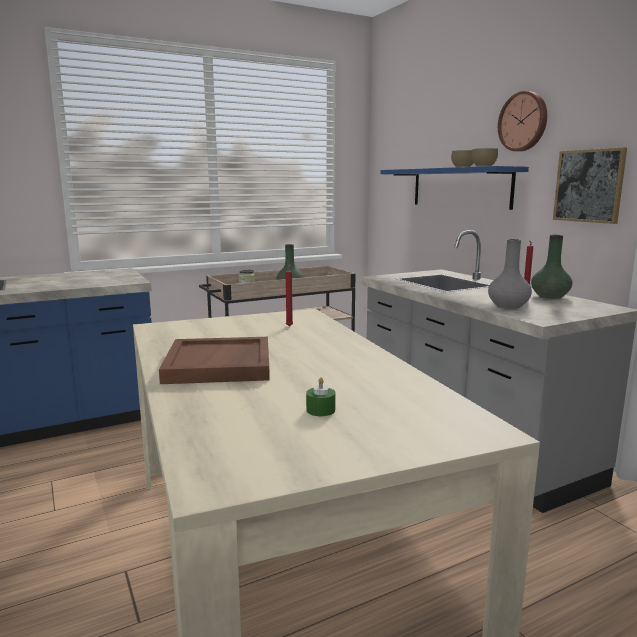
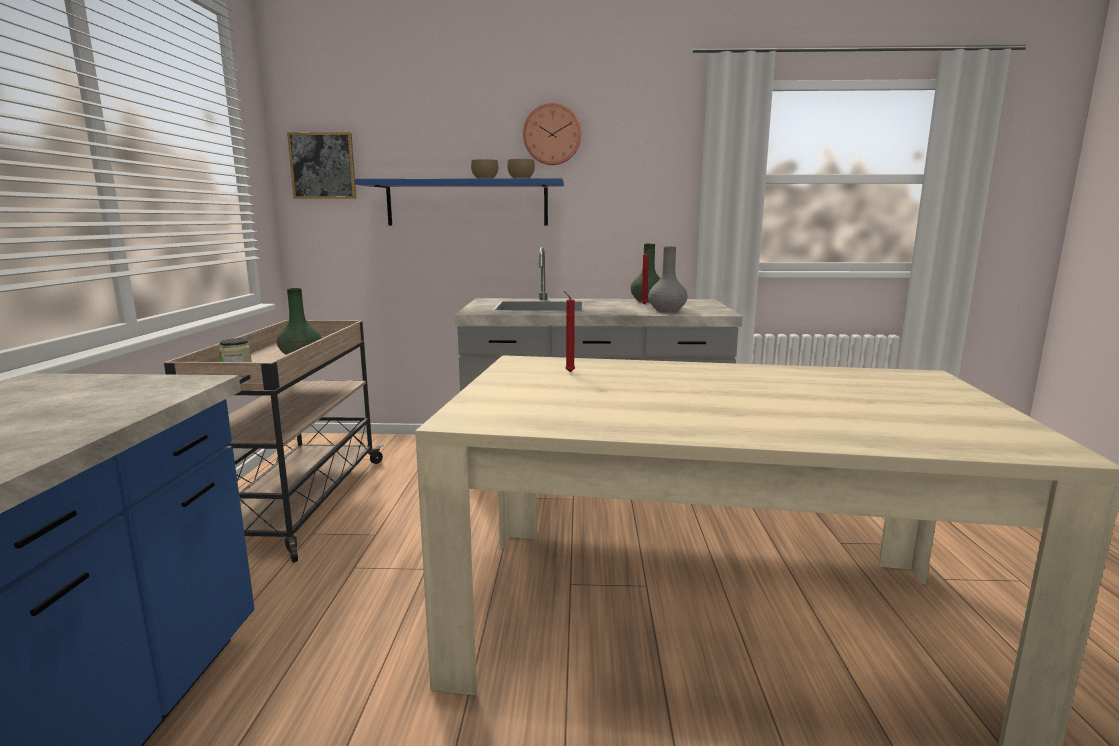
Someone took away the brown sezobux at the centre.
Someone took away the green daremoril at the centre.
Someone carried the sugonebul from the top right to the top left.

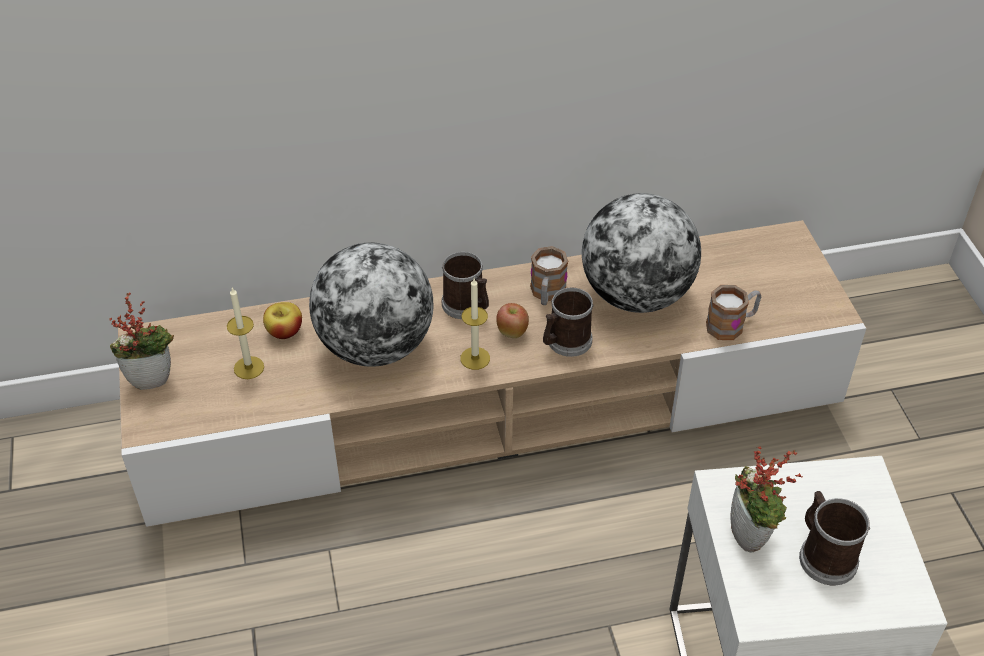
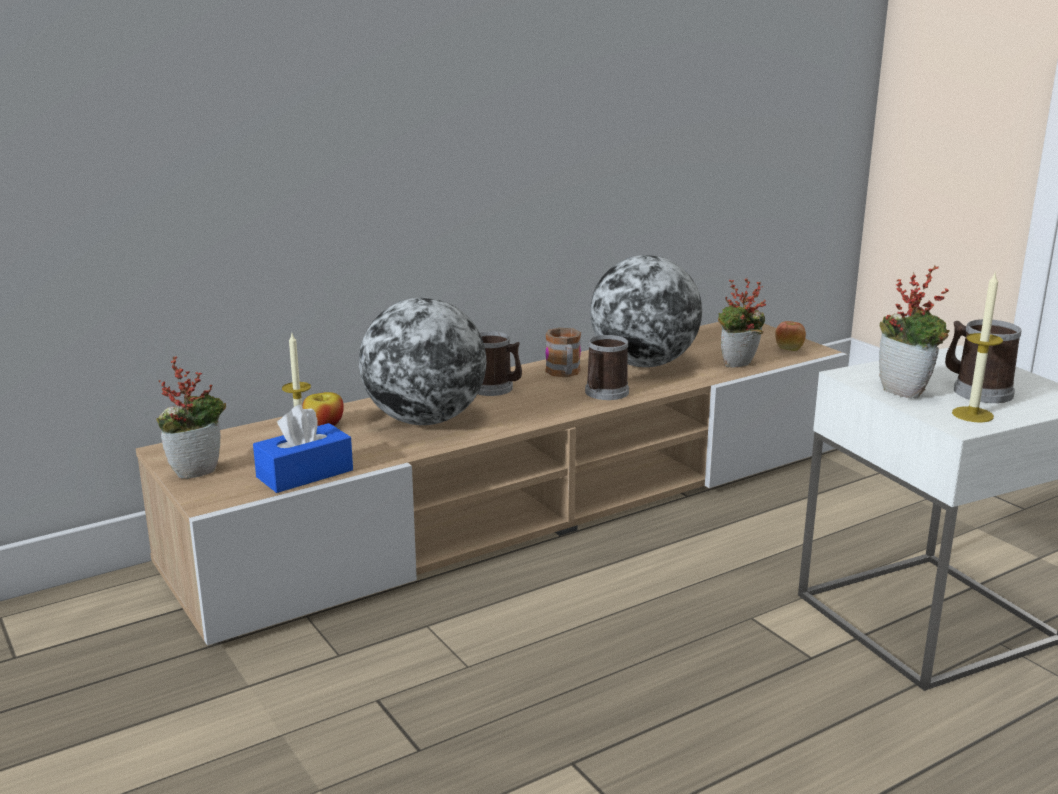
Someone put down the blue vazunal at the middle left.
Someone carried the daremoril (2nd from left) from the centre to the middle right.
Someone carried the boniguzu (2nd from left) from the centre to the middle right.
Someone swapped the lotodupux (4th from left) at the middle right for the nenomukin (2nd from left) at the middle right.

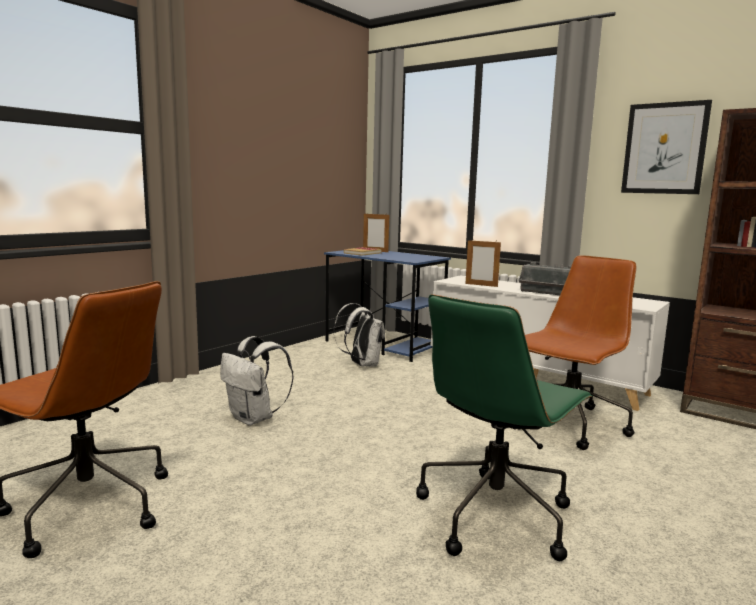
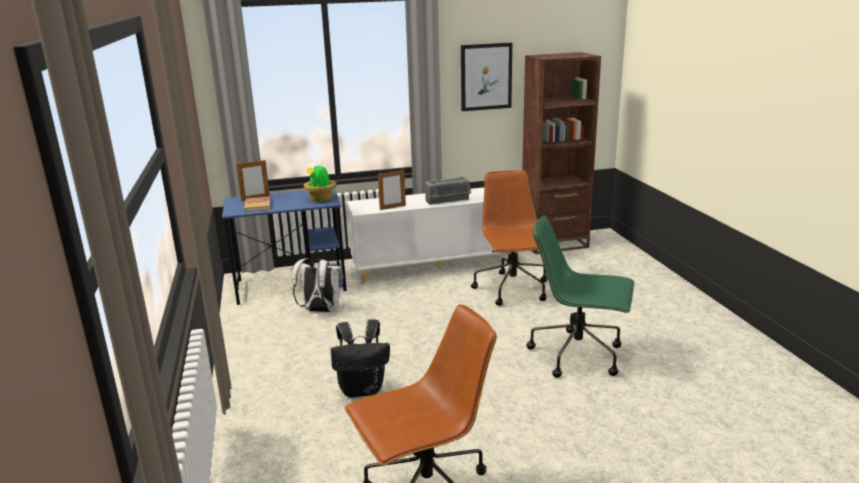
Someone put down the nenomukin at the centre.
Someone repainted the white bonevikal (1st from left) at the centre, which became the black bonevikal at the bottom centre.
Someone rotated the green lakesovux at the bottom right by 120 degrees clockwise.

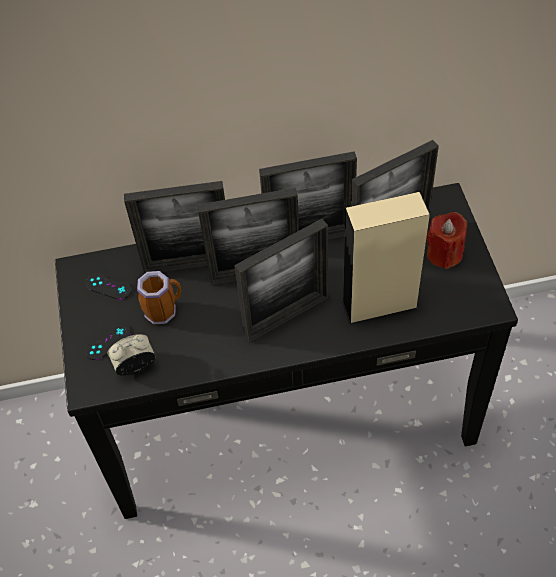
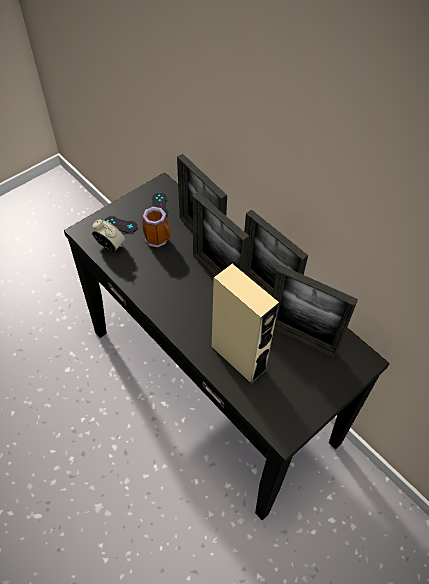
Someone took away the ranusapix (3rd from left) at the centre.
Someone took away the red daremoril at the middle right.

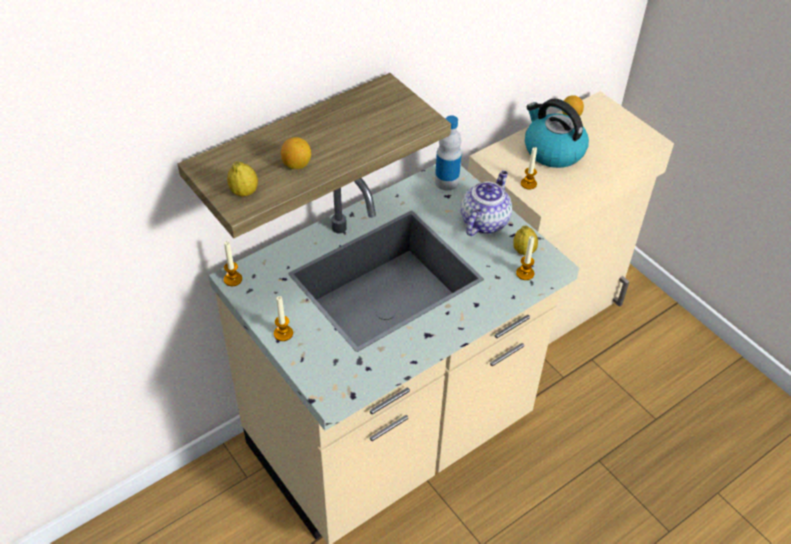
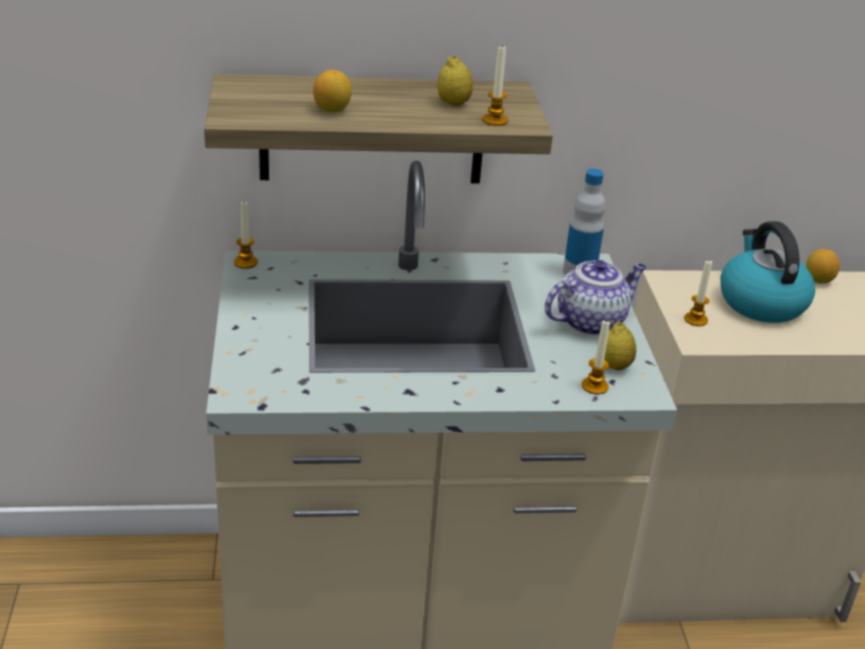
Someone carried the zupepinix (1st from left in the first image) from the top left to the top centre.
Someone carried the daremoril (2nd from left) from the centre to the top centre.

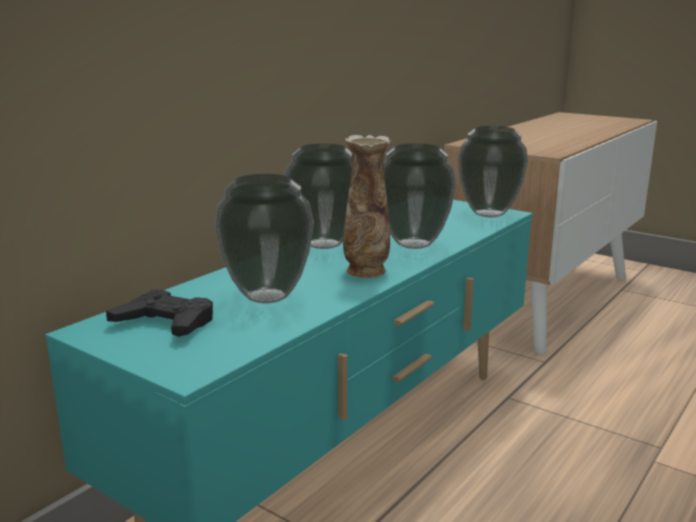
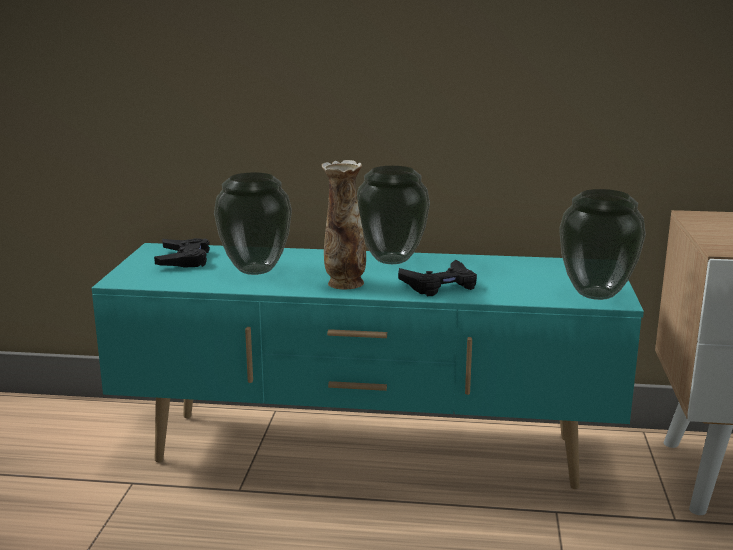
Someone swapped the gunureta (4th from left) at the centre for the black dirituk (2nd from left) at the centre.

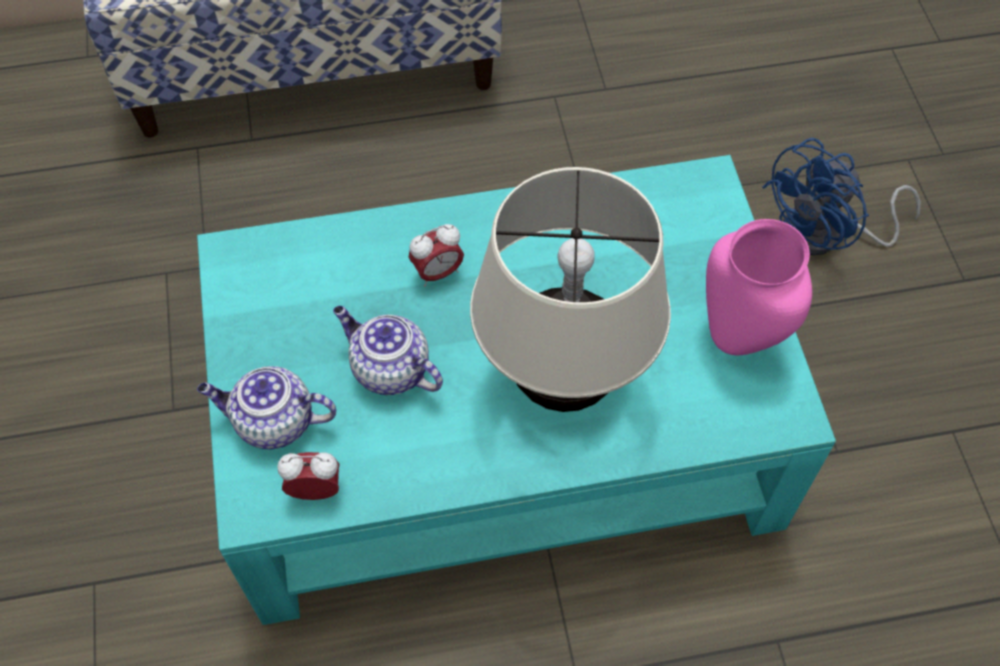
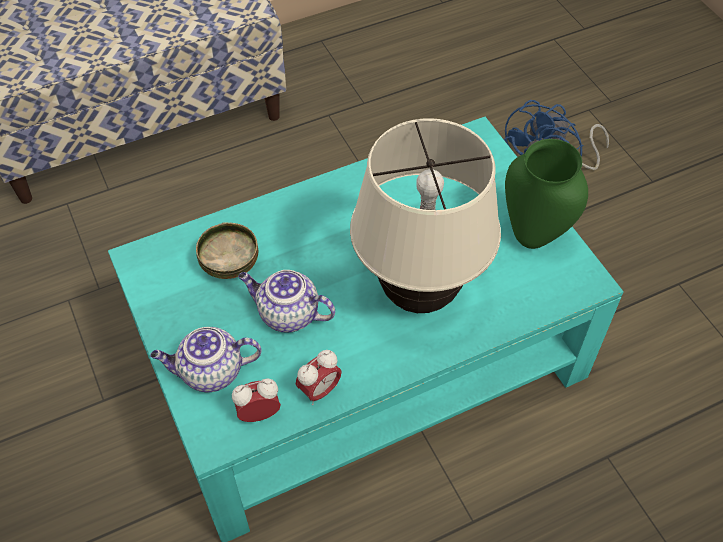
Someone put down the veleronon at the middle left.
Someone carried the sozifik (2nd from left) from the centre to the bottom centre.
Someone repainted the pink gunureta at the middle right, which became the green gunureta at the middle right.

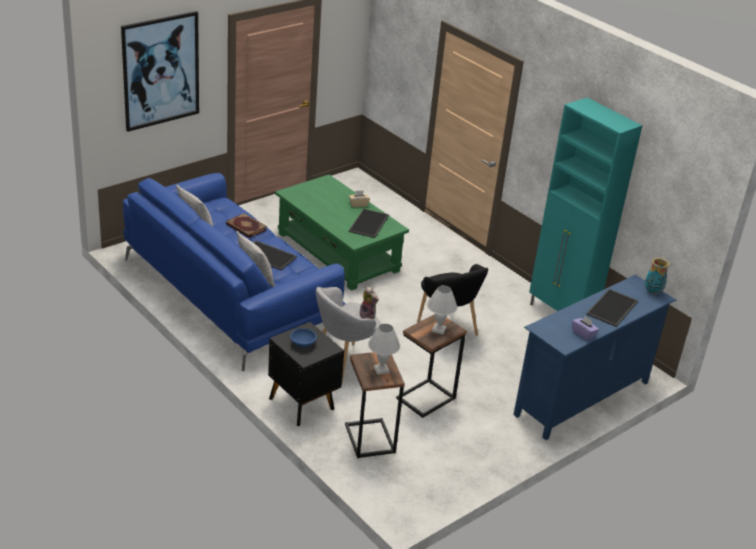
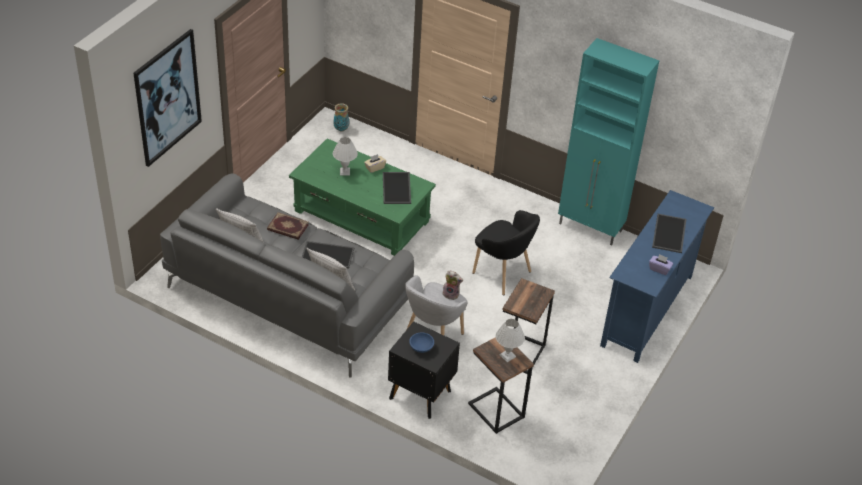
Someone carried the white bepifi (2nd from left in the first image) from the centre to the top centre.
Someone carried the gunureta from the middle right to the top centre.
Someone repainted the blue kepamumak at the middle left, which became the grey kepamumak at the middle left.

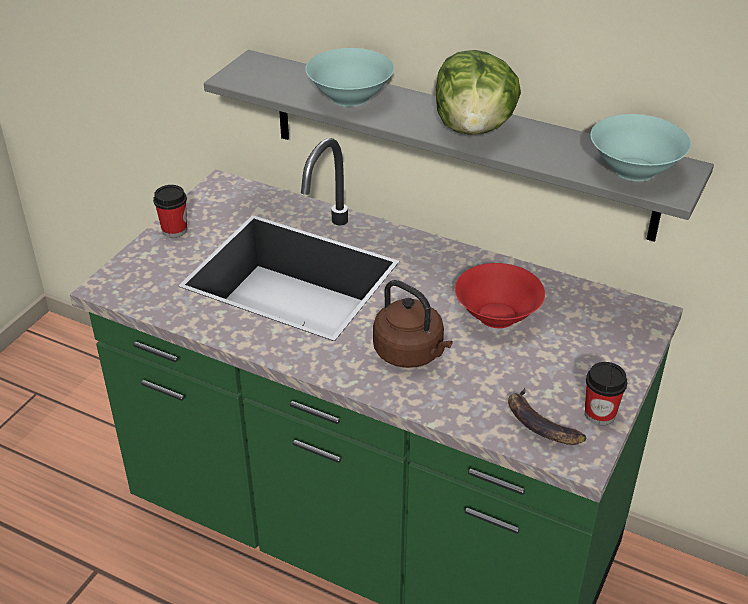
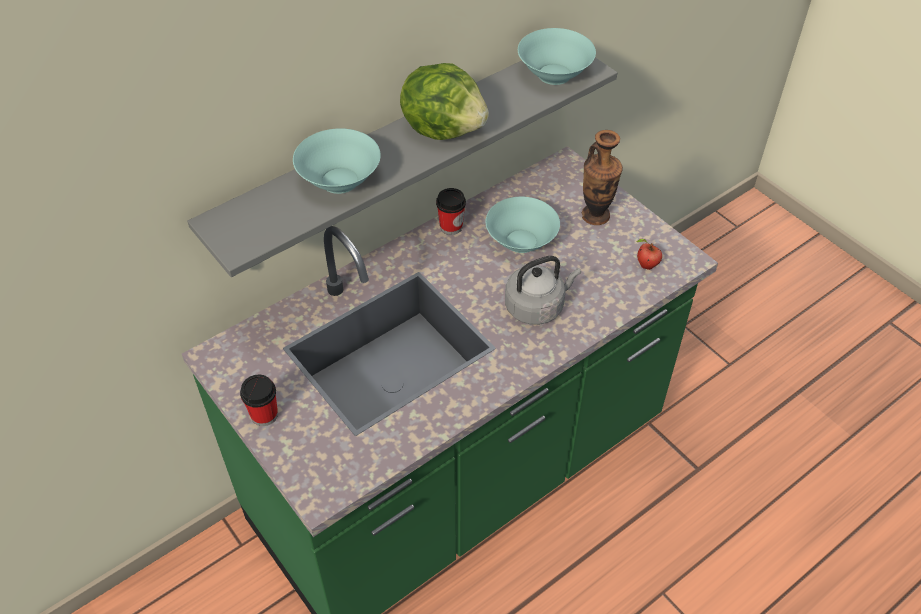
Someone put down the gunureta at the top centre.
Someone carried the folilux (2nd from left) from the middle right to the centre.
Someone swapped the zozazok at the bottom right for the boniguzu at the middle right.
Someone repainted the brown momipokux at the centre, which became the grey momipokux at the centre.
Someone repainted the red veleronon at the middle right, which became the turquoise veleronon (2nd from left) at the centre.

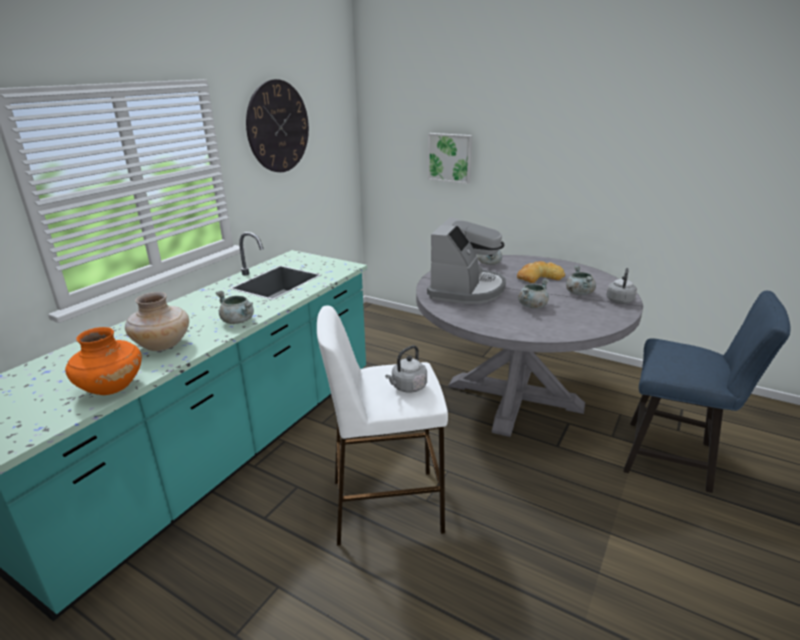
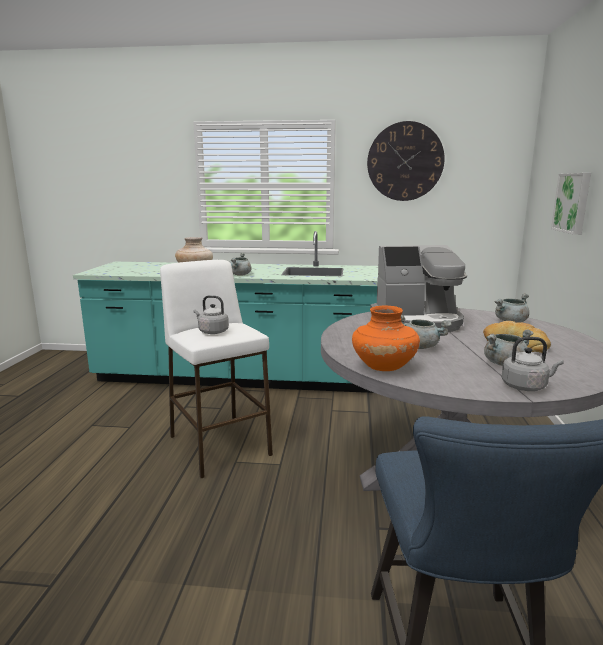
Someone carried the orange gunureta from the middle left to the centre.

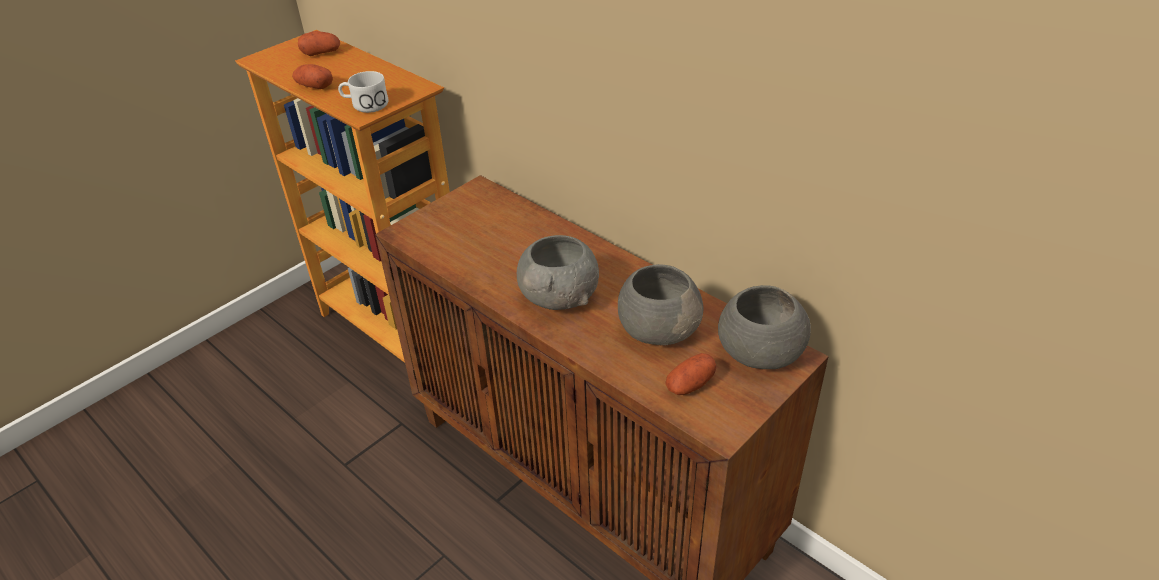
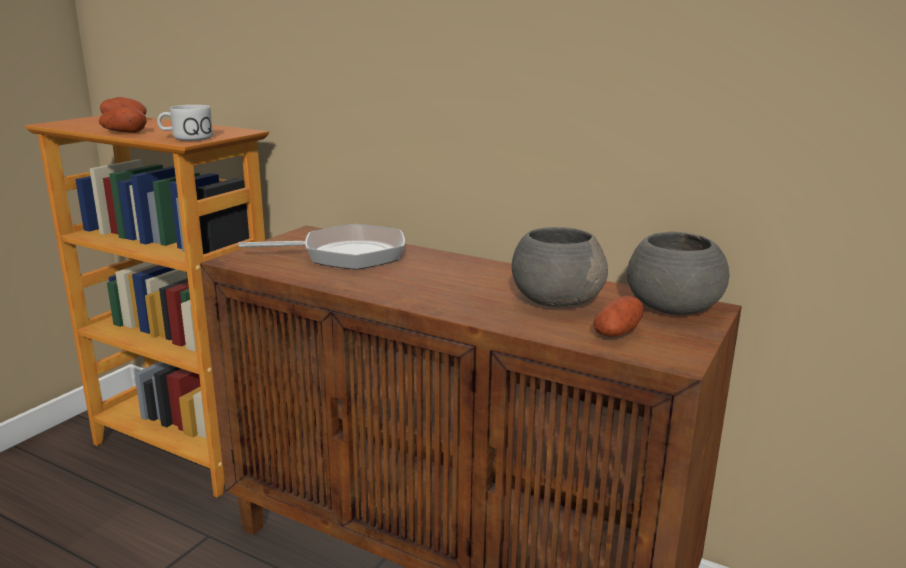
Someone took away the grey veleronon (1st from left) at the centre.
Someone put down the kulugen at the centre.

